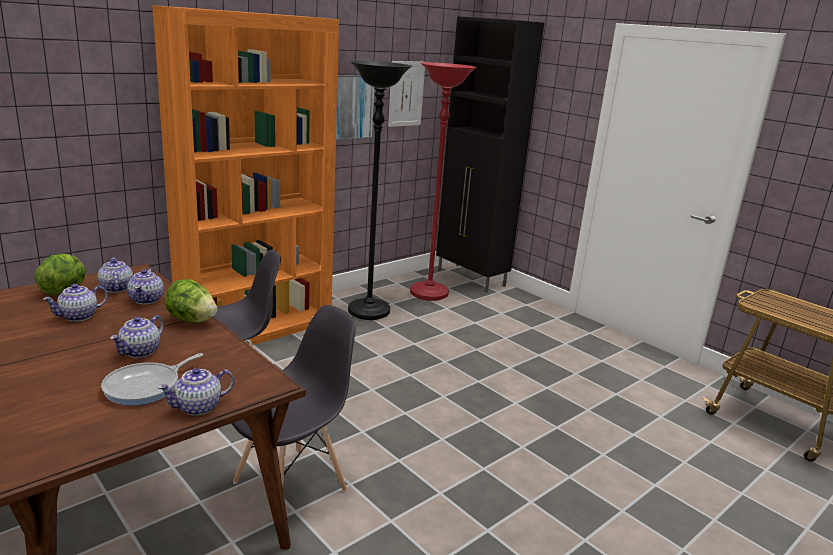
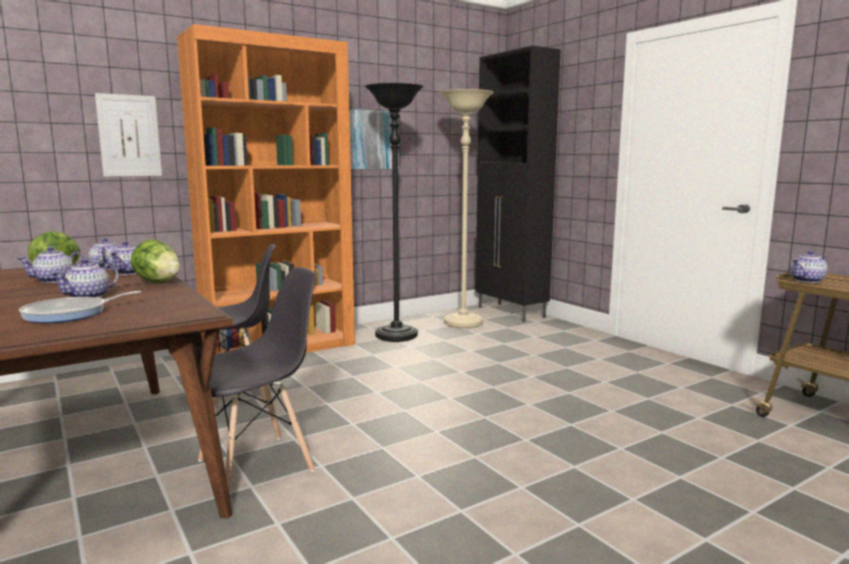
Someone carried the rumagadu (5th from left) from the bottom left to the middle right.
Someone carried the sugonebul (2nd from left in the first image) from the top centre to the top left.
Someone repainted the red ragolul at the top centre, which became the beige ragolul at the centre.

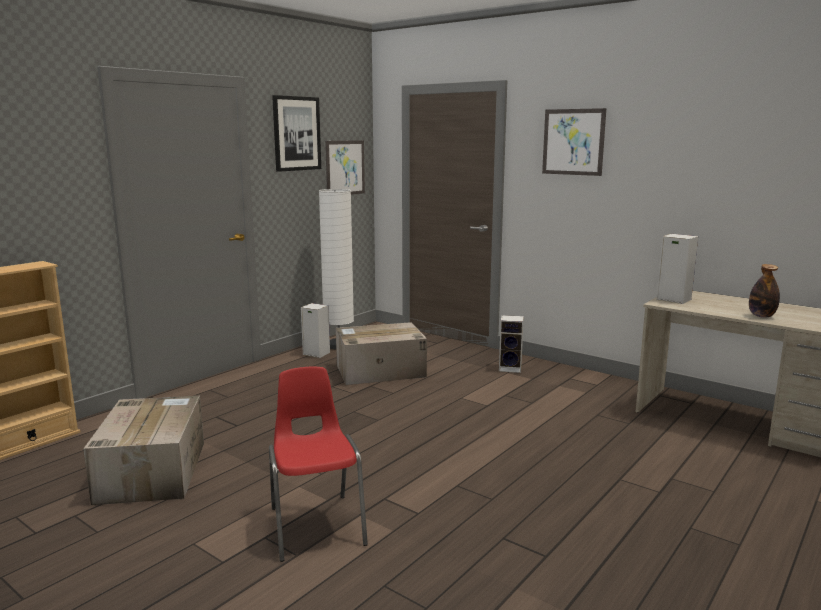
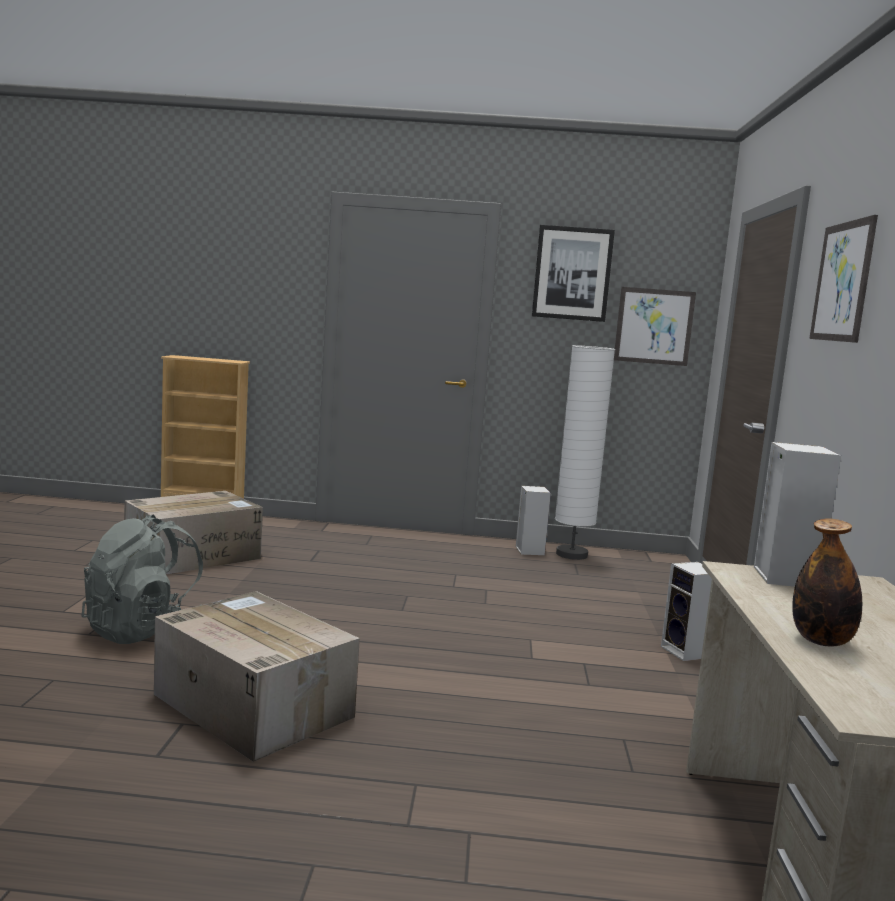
Someone carried the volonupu (2nd from left) from the centre to the bottom left.
Someone swapped the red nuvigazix at the bottom centre for the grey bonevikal at the middle left.

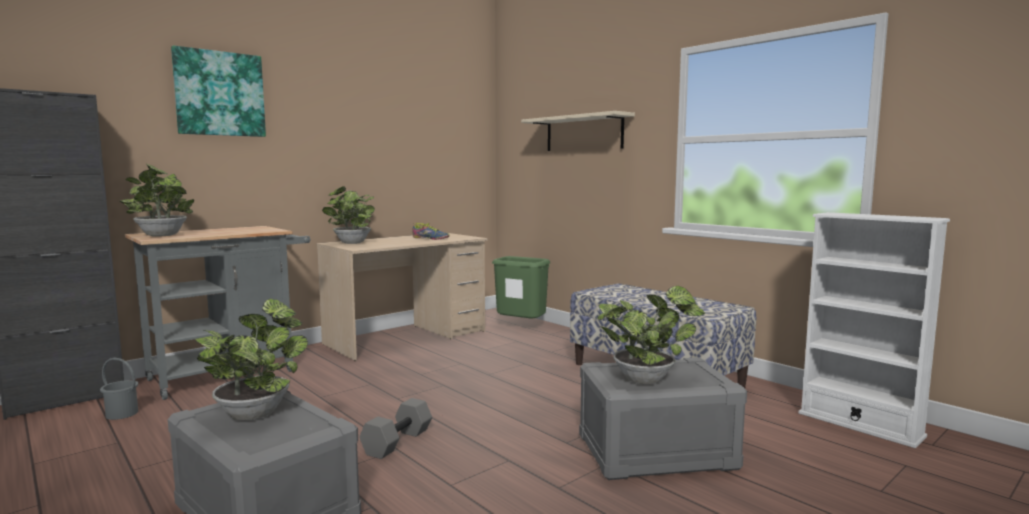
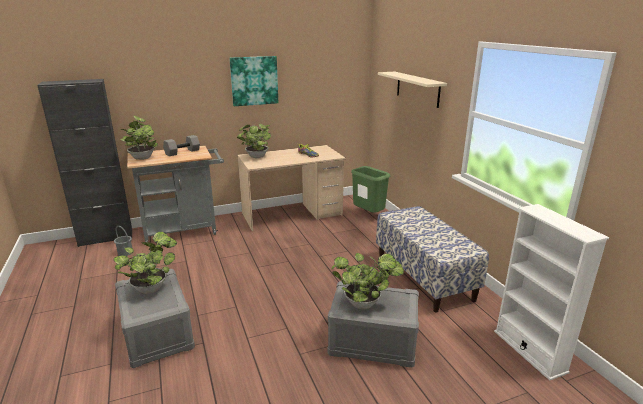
Someone carried the sugonebul from the top left to the top centre.
Someone carried the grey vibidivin from the bottom centre to the middle left.

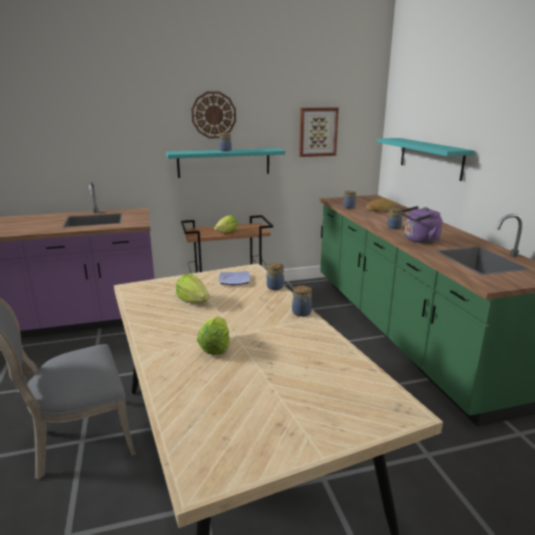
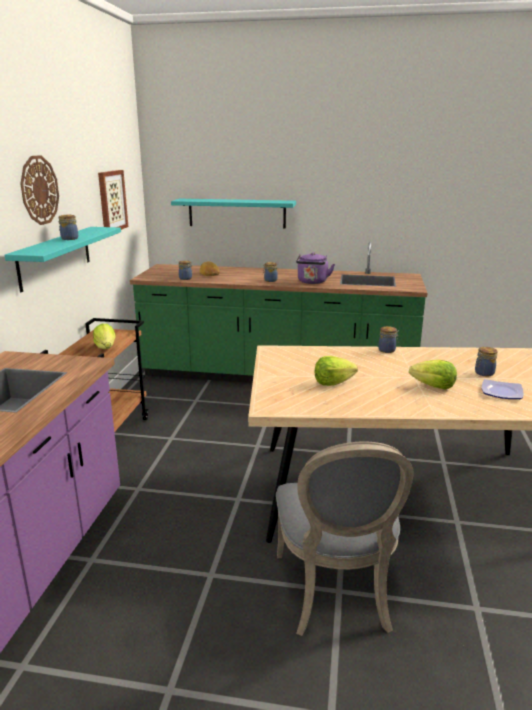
Someone carried the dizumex from the centre to the middle right.
Someone carried the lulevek (2nd from left in the first image) from the centre to the middle right.

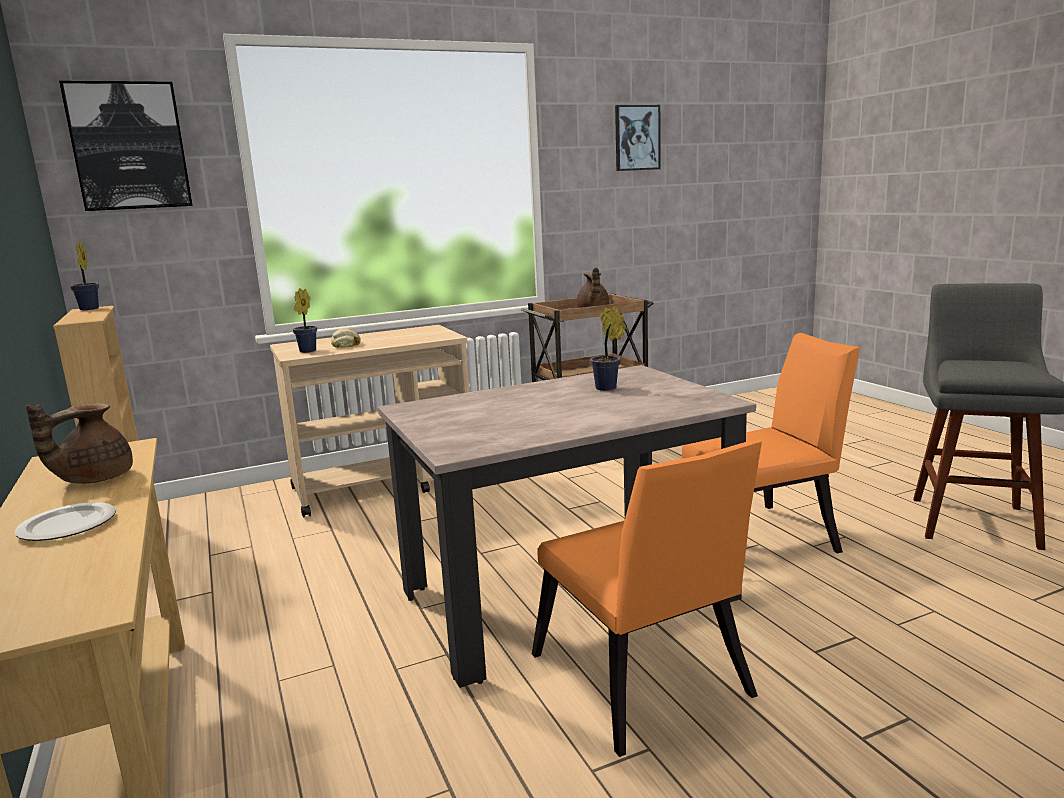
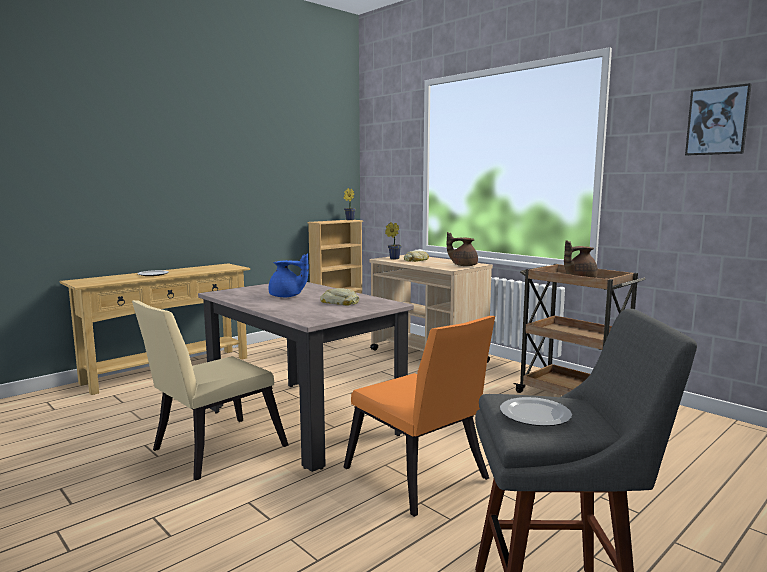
Someone took away the sugonebul (1st from left) at the top left.
Someone put down the blue rumagadu at the centre.
Someone put down the dizumex (2nd from left) at the bottom right.
Someone carried the brown rumagadu (1st from left) from the middle left to the centre.
Someone swapped the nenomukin (3rd from left) at the centre for the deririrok (1st from left) at the centre.
Someone repainted the orange nuvigazix (1st from left) at the bottom centre, which became the beige nuvigazix at the bottom left.

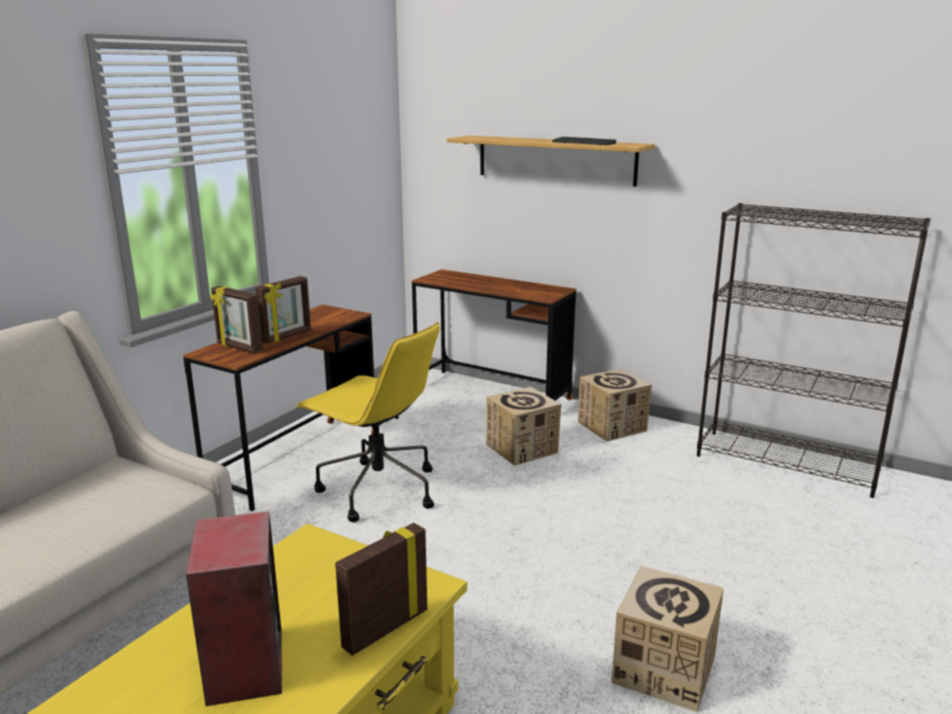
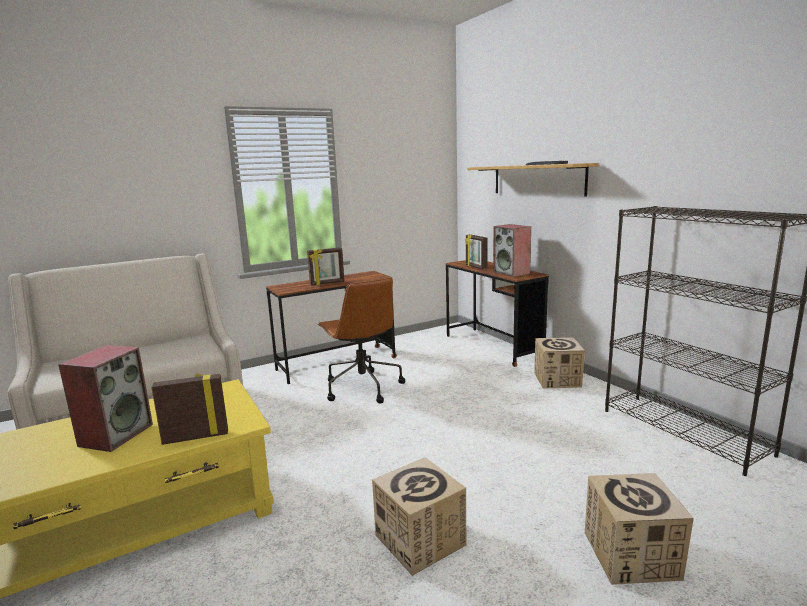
Someone put down the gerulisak (2nd from left) at the centre.
Someone carried the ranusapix (1st from left in the first image) from the middle left to the centre.
Someone carried the volonupu (1st from left in the first image) from the centre to the bottom right.
Someone repainted the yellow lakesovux at the centre, which became the brown lakesovux at the centre.

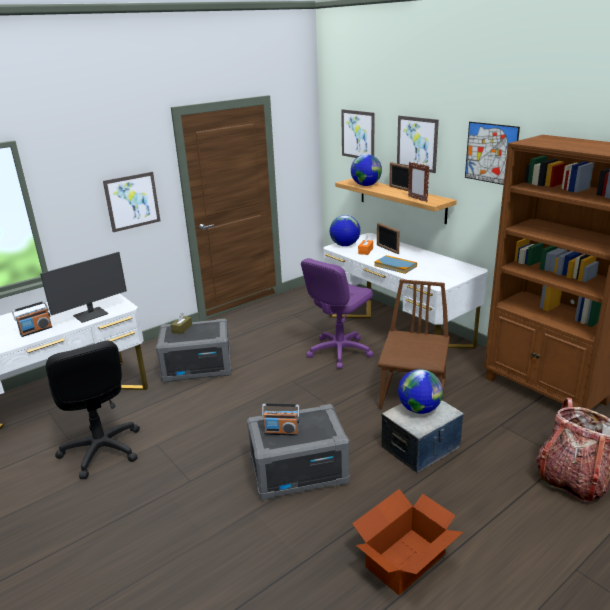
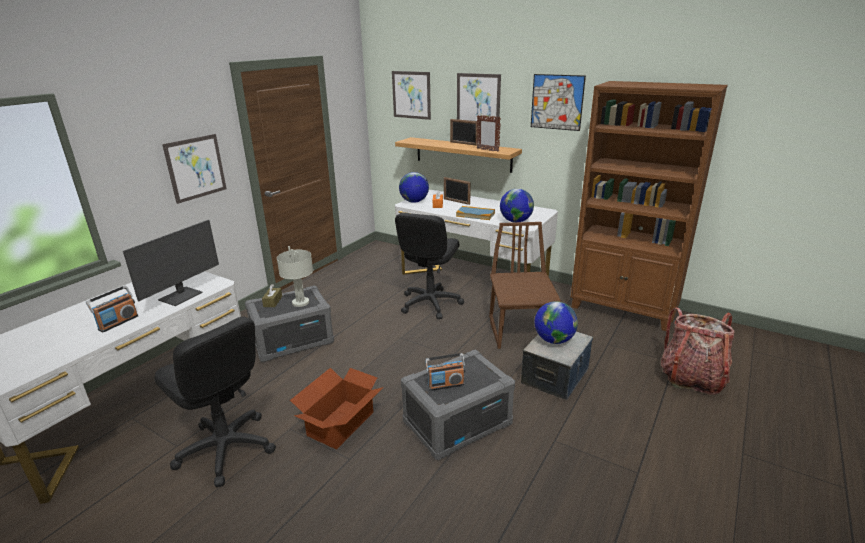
Someone put down the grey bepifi at the centre.
Someone carried the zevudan (2nd from left) from the top centre to the centre.
Someone carried the volonupu from the bottom right to the bottom centre.
Someone repainted the purple lakesovux at the centre, which became the black lakesovux (2nd from left) at the centre.

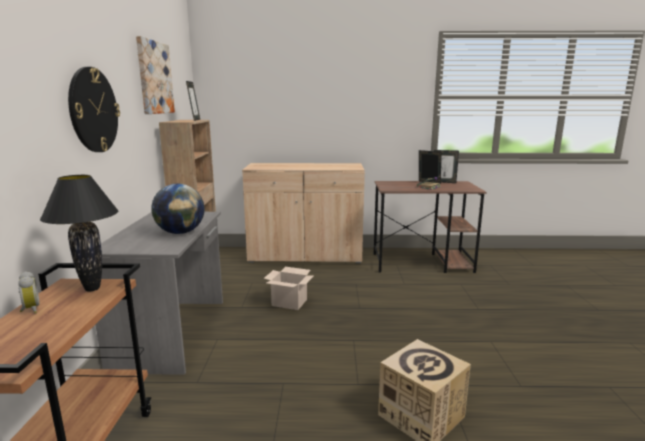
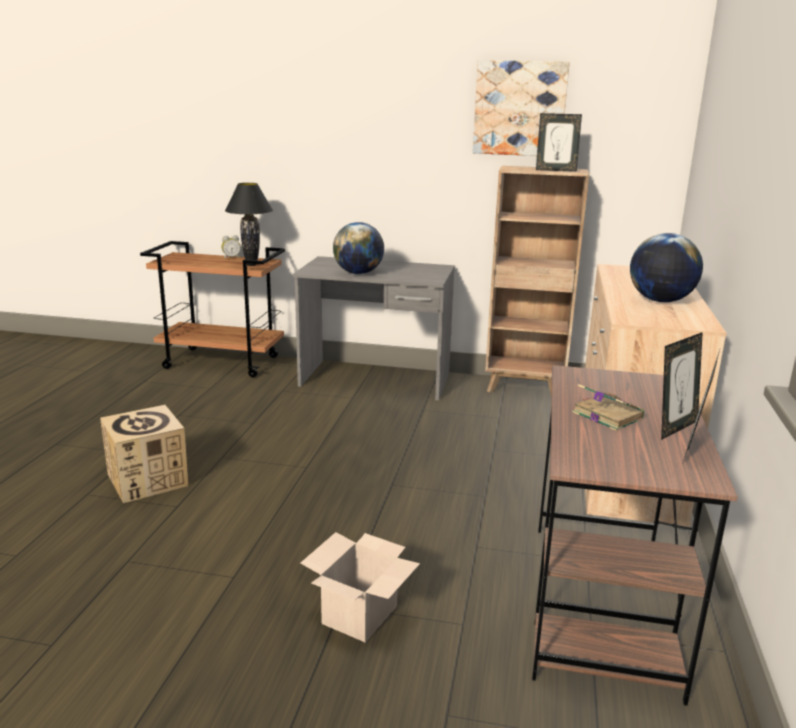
Someone took away the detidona at the top left.
Someone put down the zevudan (2nd from left) at the middle right.
Someone carried the volonupu (1st from left in the first image) from the centre to the bottom centre.

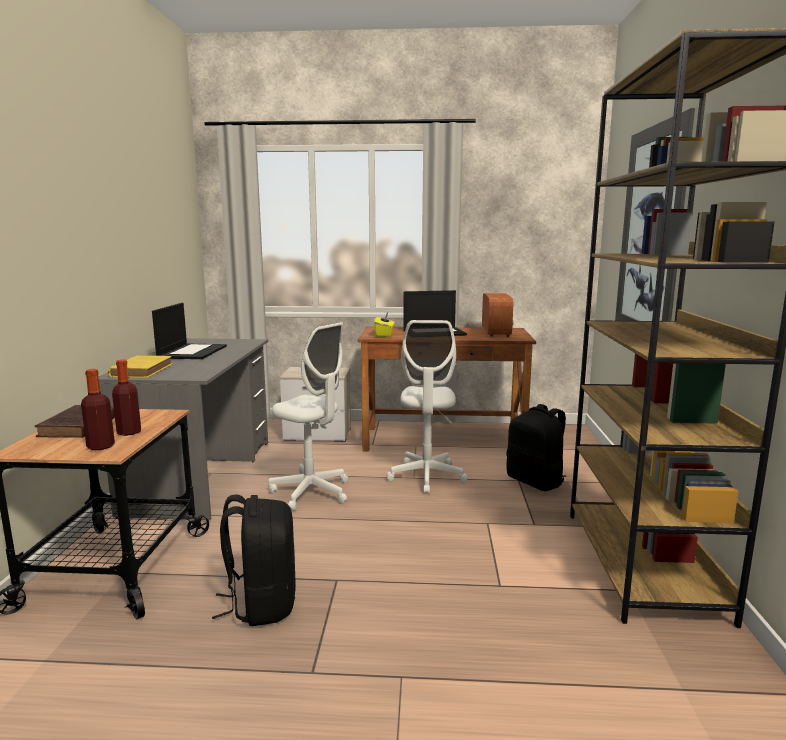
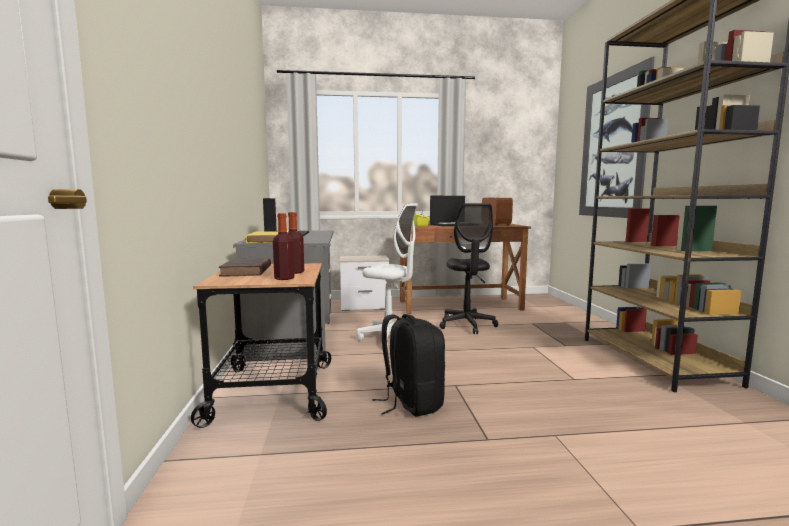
Someone took away the black bonevikal (2nd from left) at the middle right.
Someone repainted the white lakesovux (2nd from left) at the centre, which became the black lakesovux at the centre.

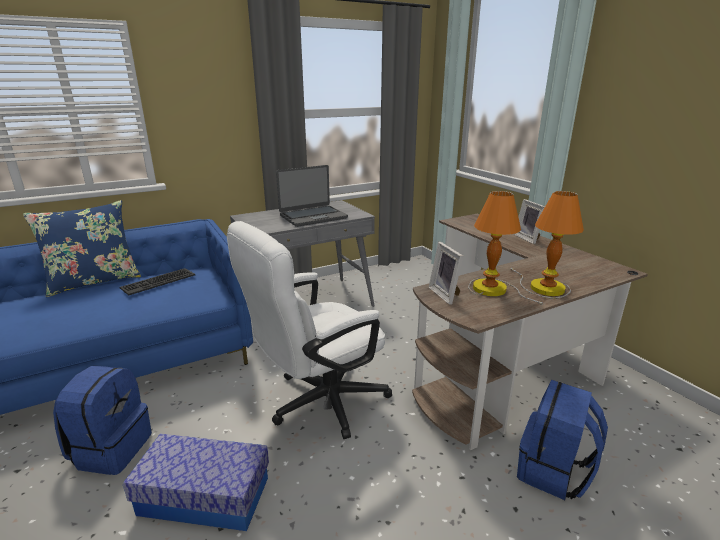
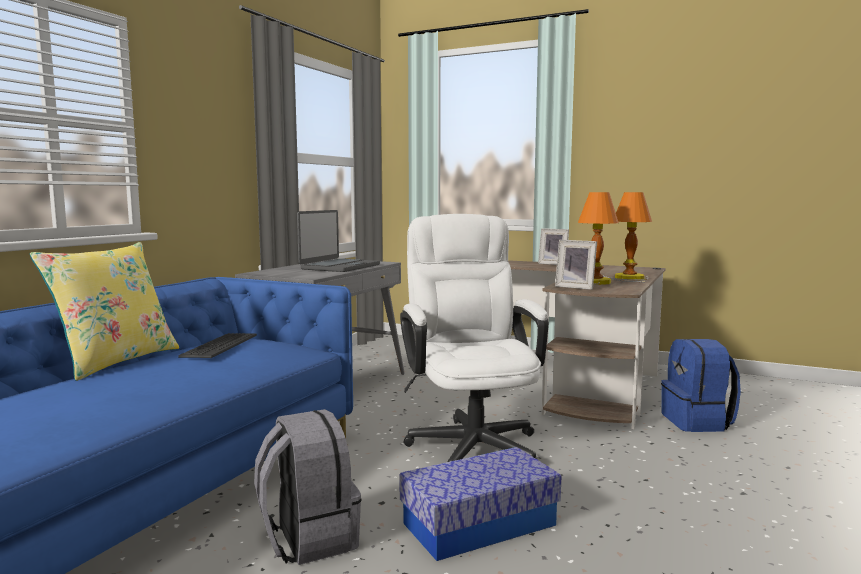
Someone repainted the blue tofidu at the middle left, which became the yellow tofidu at the middle left.
Someone repainted the blue bonevikal (1st from left) at the bottom left, which became the grey bonevikal at the bottom centre.
Someone rotated the white lakesovux at the centre by 150 degrees clockwise.

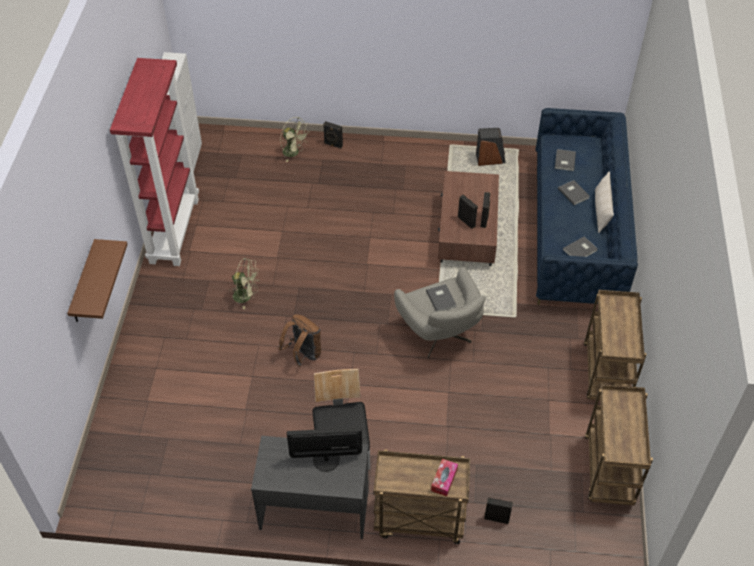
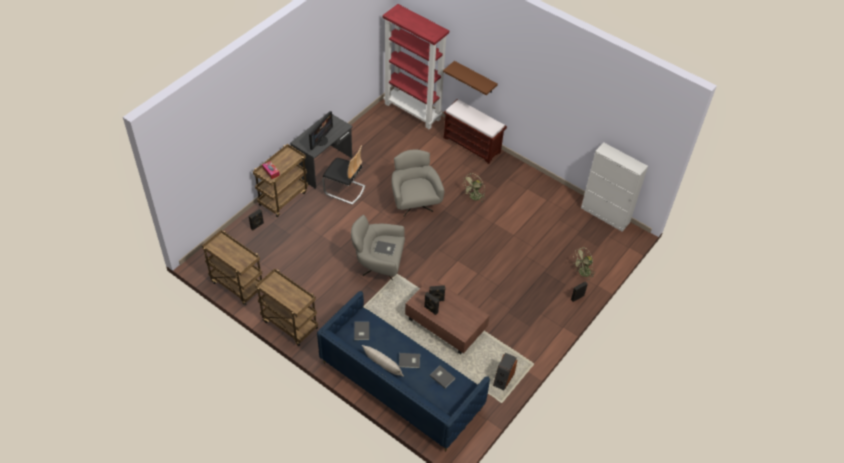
Someone put down the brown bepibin at the top centre.
Someone carried the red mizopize from the top left to the top centre.
Someone swapped the brown bonevikal at the centre for the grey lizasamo (2nd from left) at the centre.

